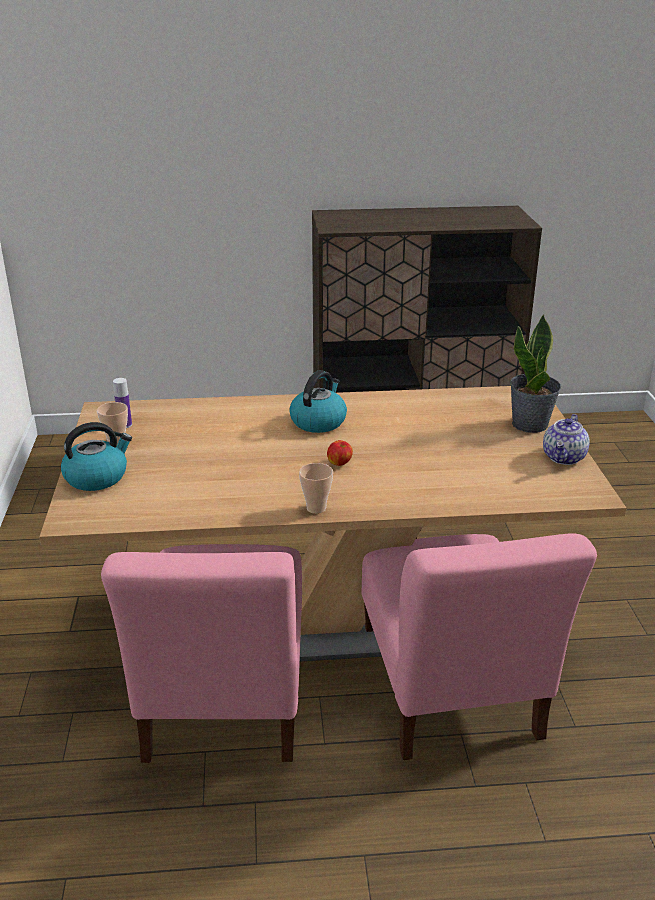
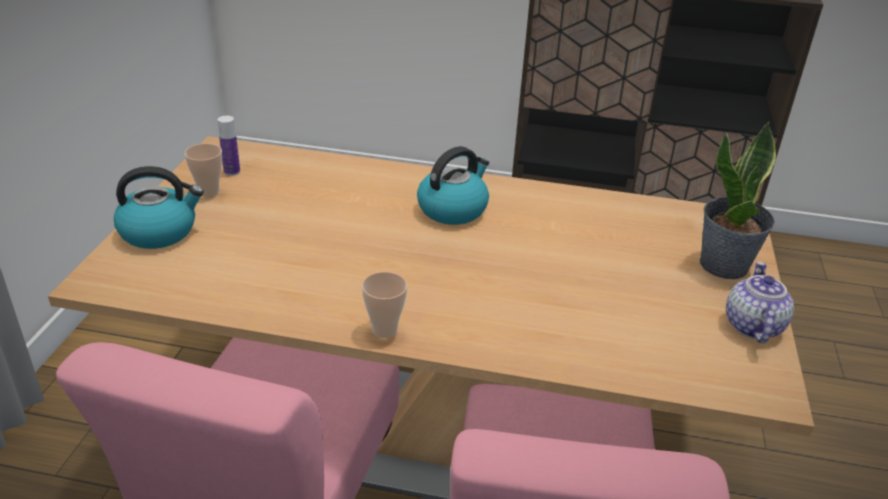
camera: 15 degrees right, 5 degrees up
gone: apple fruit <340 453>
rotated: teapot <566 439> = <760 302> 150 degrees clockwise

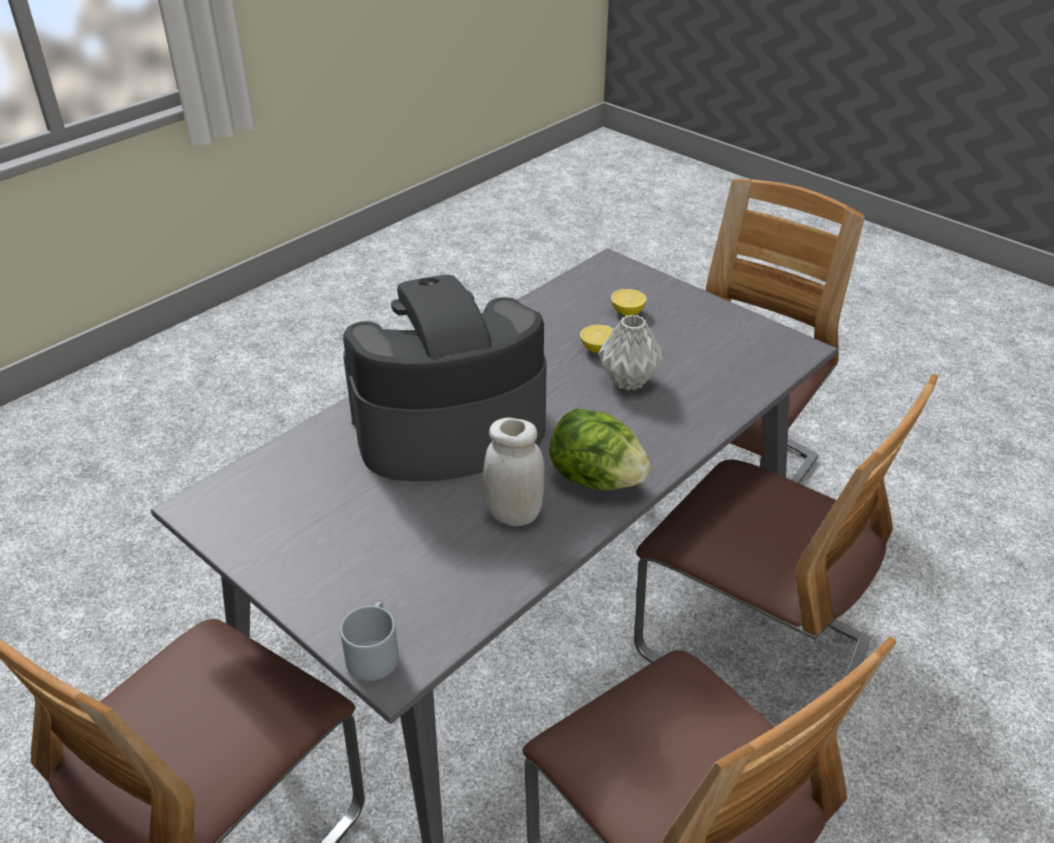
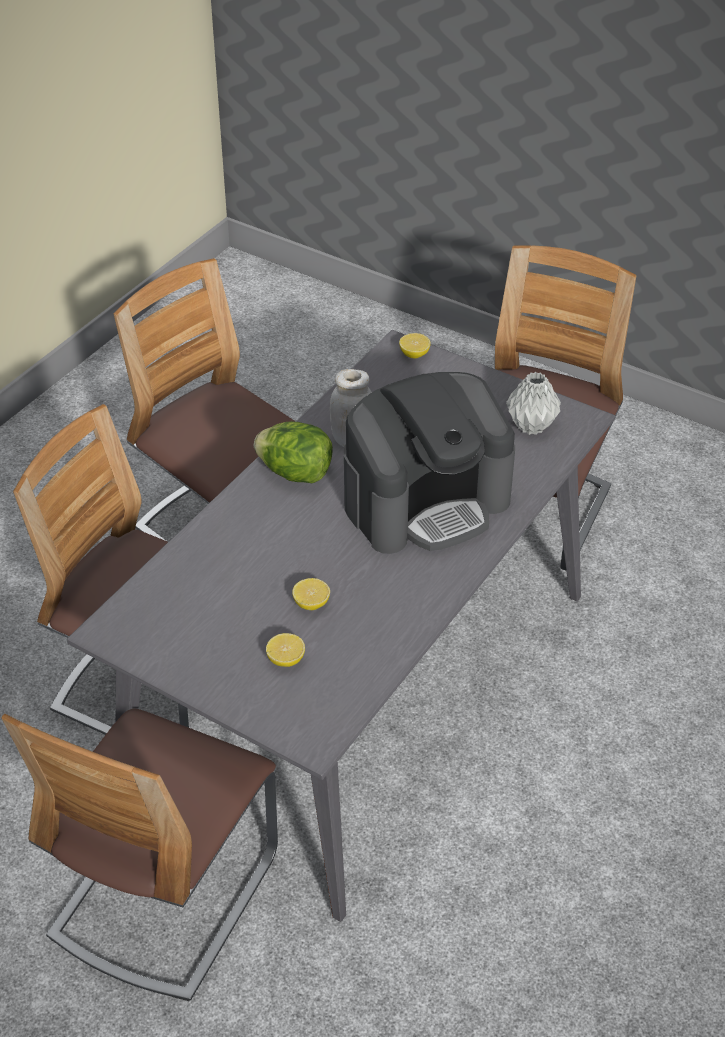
camera: 170 degrees right, 5 degrees up
shifted: grey decorative vase <630 352> to <533 403>
swapped: grey coffee mug <369 641> to lemon <415 345>

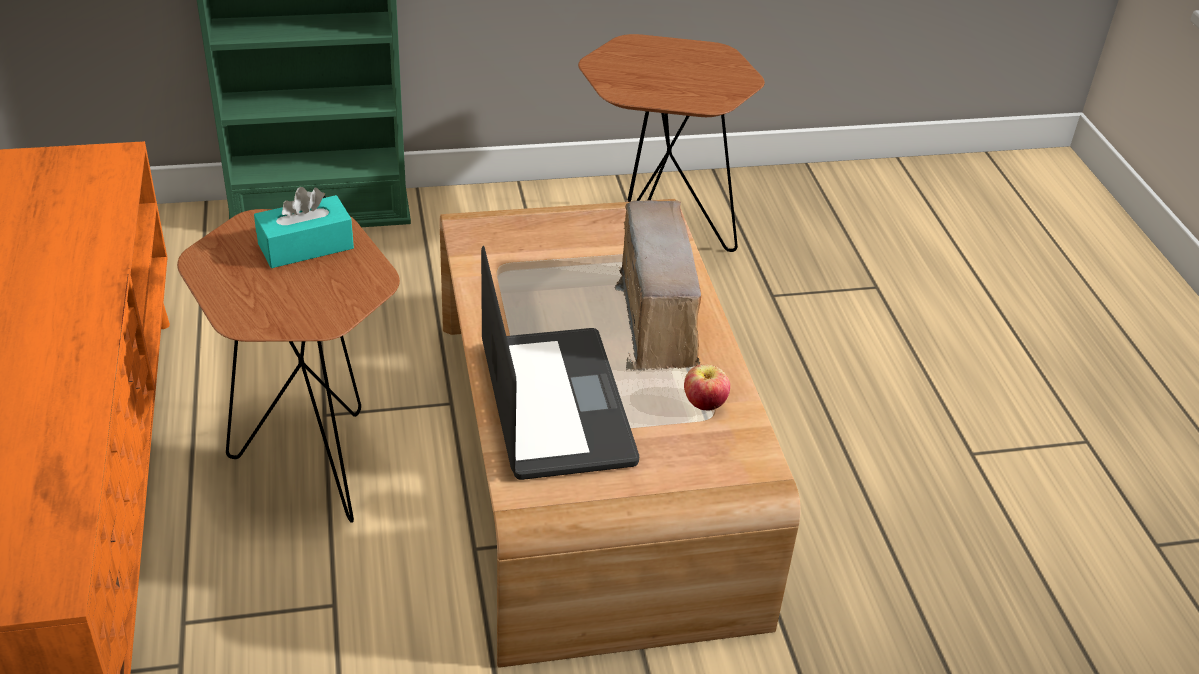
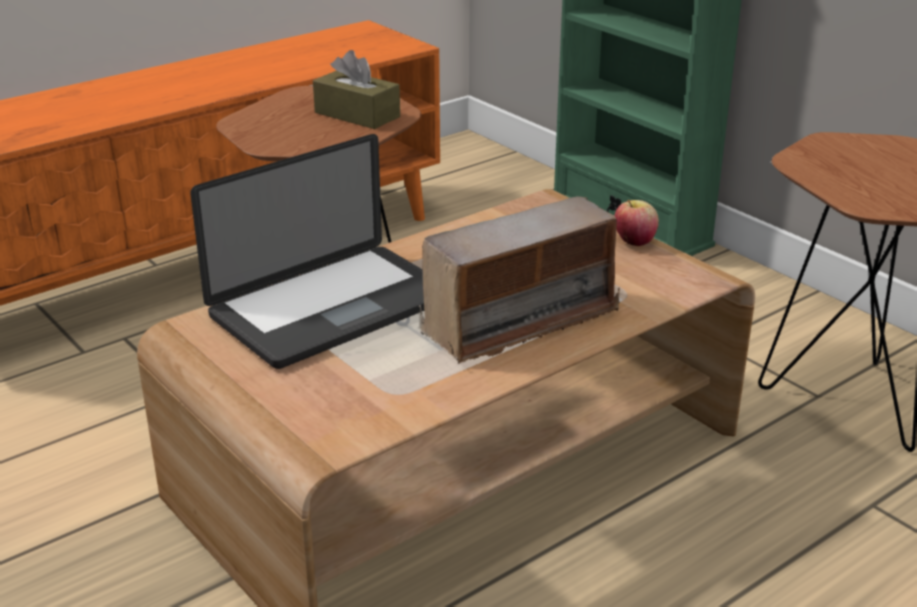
camera: 65 degrees right, 10 degrees down
shifted: apple fruit <707 387> to <636 223>
repainted: blue-green tissue box <304 227> to brownish tissue box <356 89>

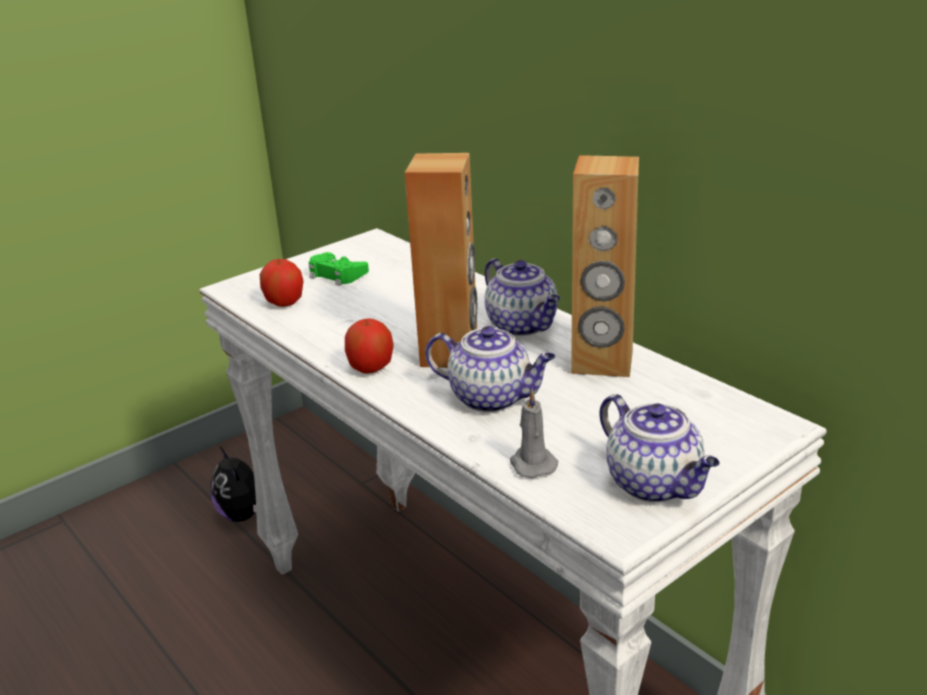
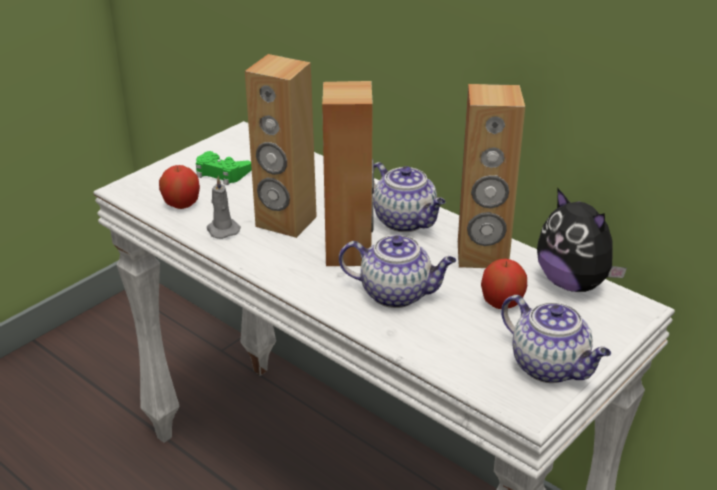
camera: 10 degrees left, 5 degrees up
new: brownish speaker <281 146>
shifted: grey wax candle <534 433> to <224 207>; apple fruit <369 346> to <504 284>; plush toy <233 484> to <582 240>

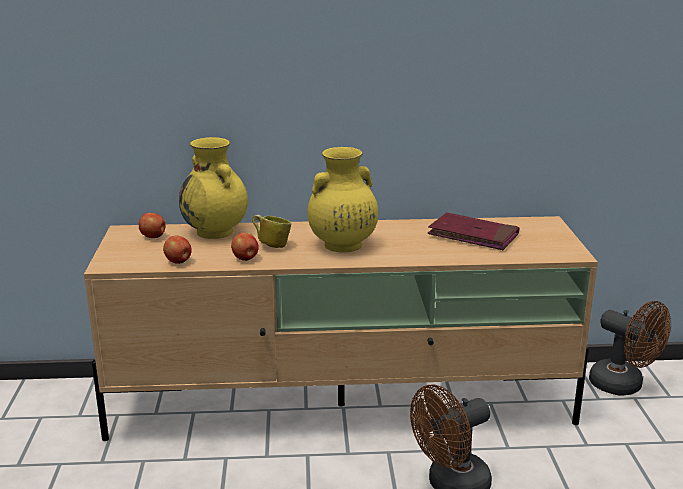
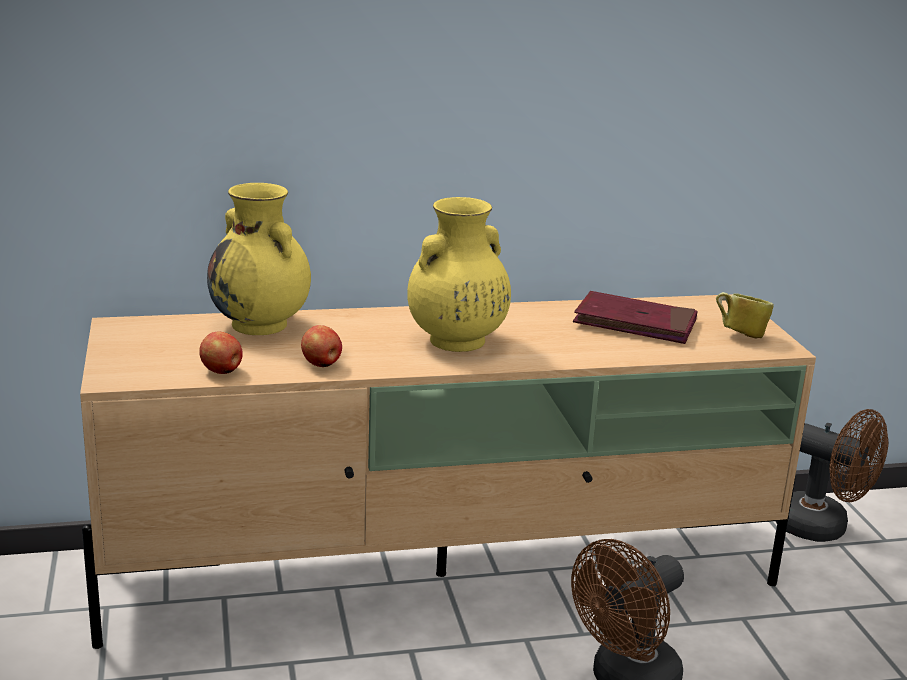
camera: 10 degrees left, 0 degrees up
gone: apple fruit <152 225>
shifted: coffee mug <271 231> to <745 315>

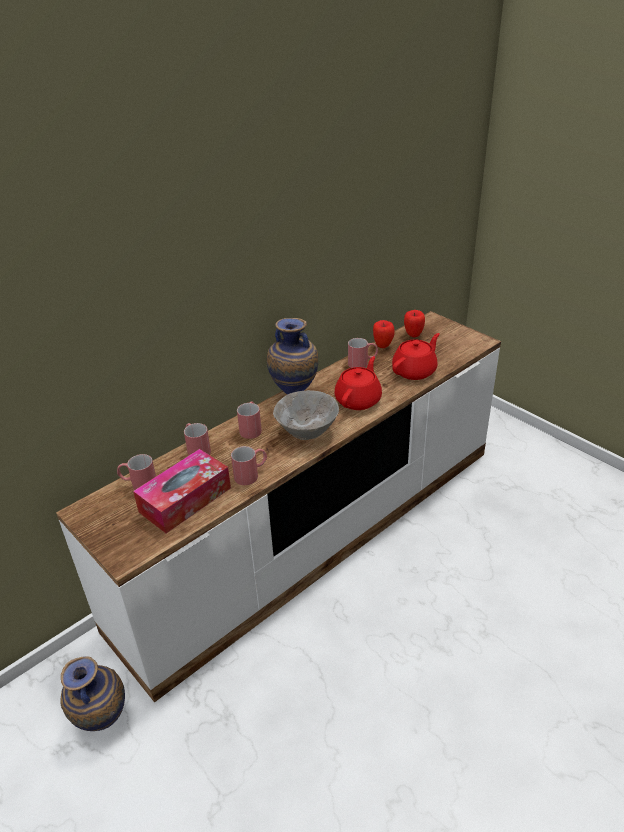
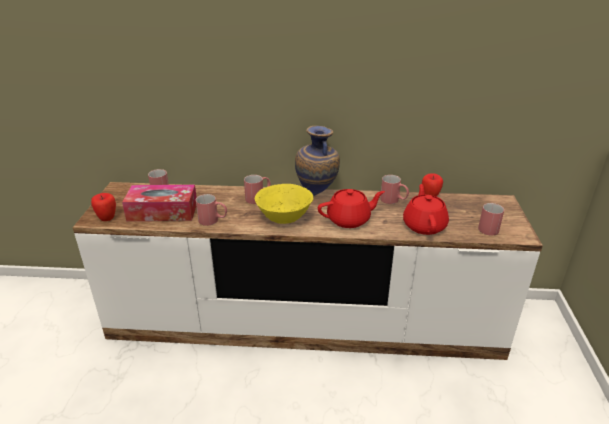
camera: 45 degrees right, 5 degrees down
gone: decorative vase <92 693>
shifted: apple fruit <414 323> to <103 207>; red-coloured coffee mug <197 439> to <491 219>
repainted: grey bowl <306 415> to yellowish bowl <284 204>
rotated: red-coloured teapot <416 356> = <426 209> 90 degrees counterclockwise

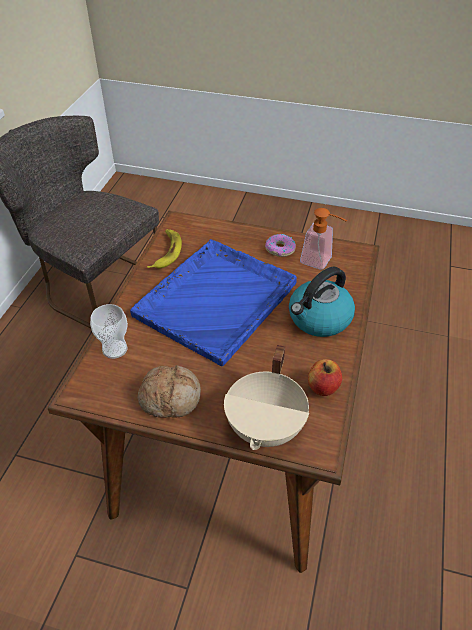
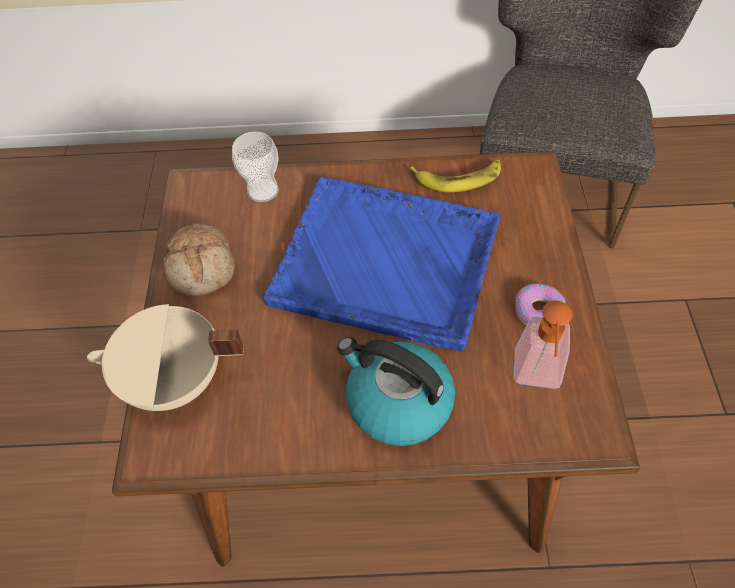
camera: 75 degrees right, 10 degrees up
gone: apple fruit <325 377>

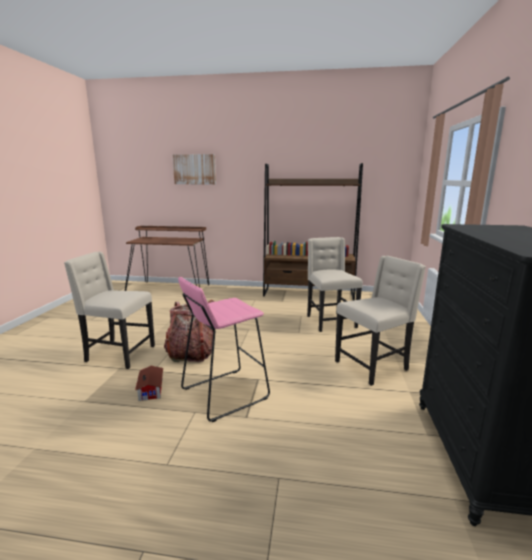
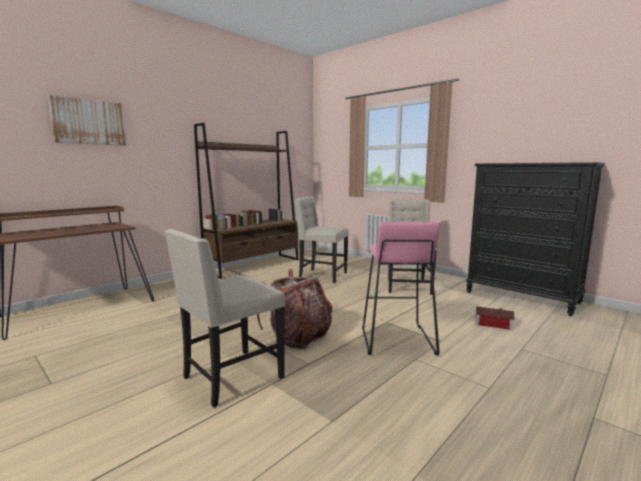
camera: 55 degrees left, 5 degrees down
shifted: miniature house <149 383> to <495 318>

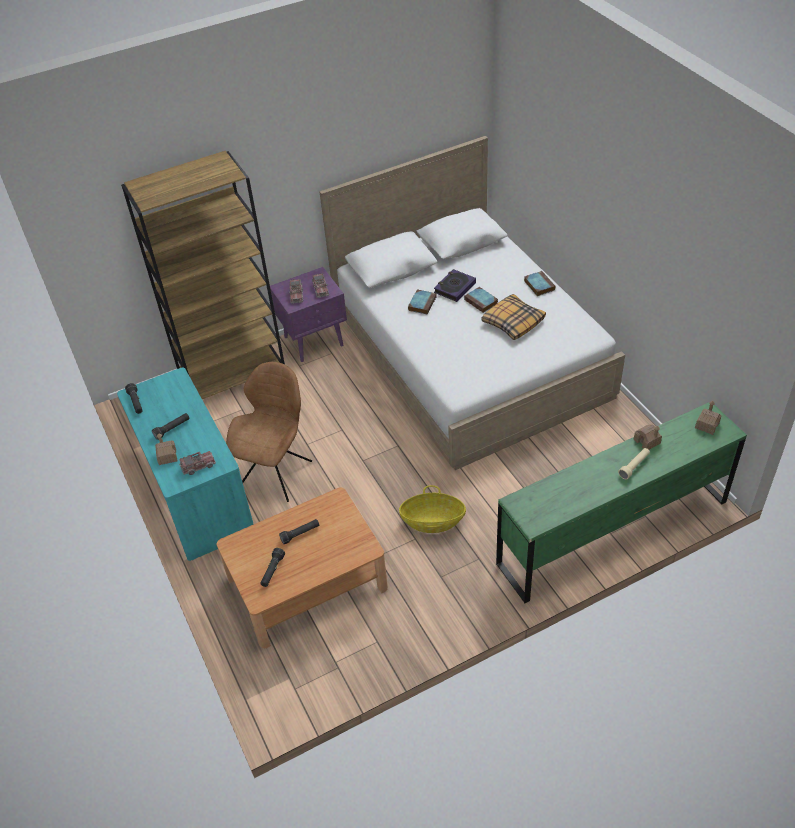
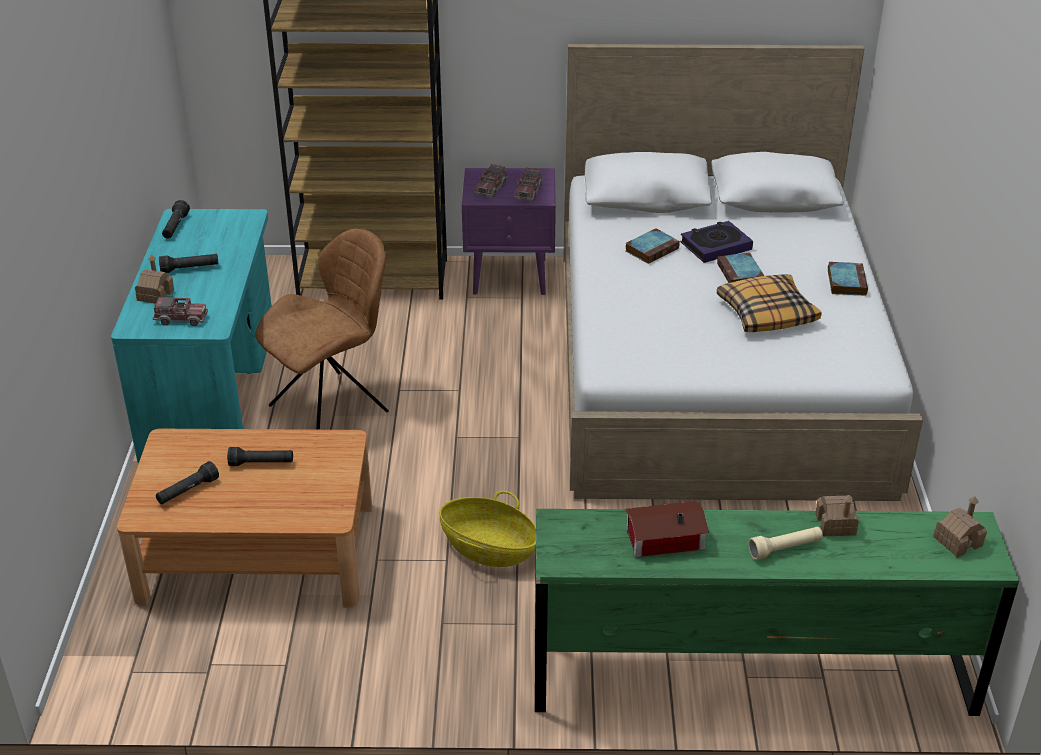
camera: 25 degrees right, 10 degrees down
new: miniature house <667 529>

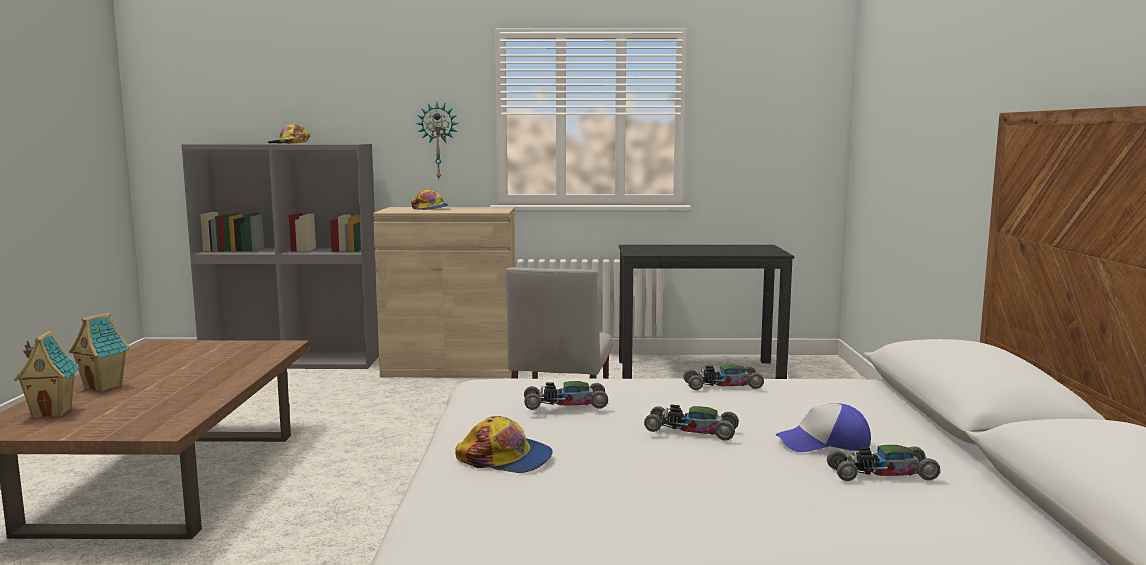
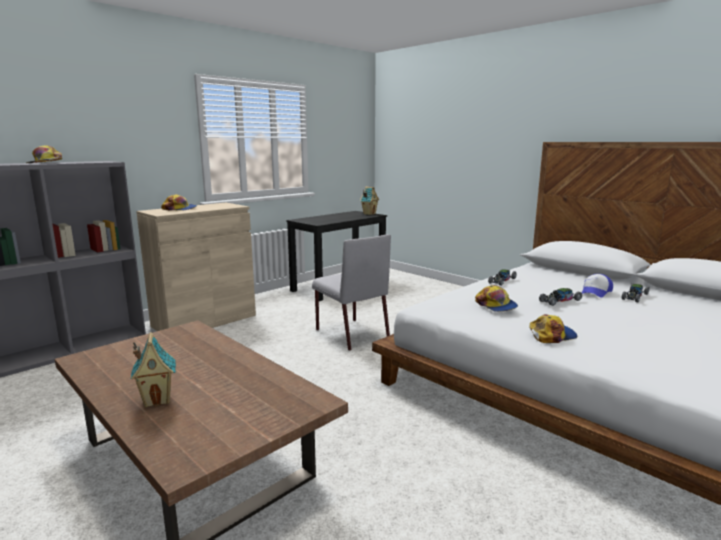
camera: 45 degrees left, 5 degrees up
gone: hanging clock <437 140>
shifted: miniature house <47 374> to <369 201>
swapped: model car <566 395> to cap <496 298>

